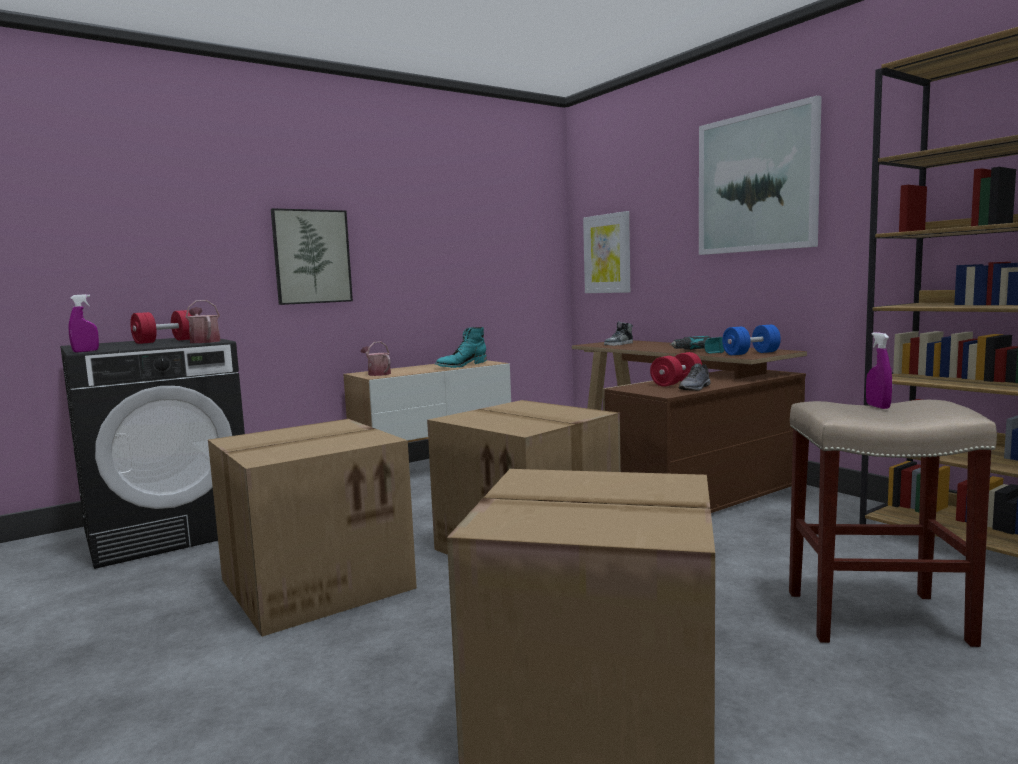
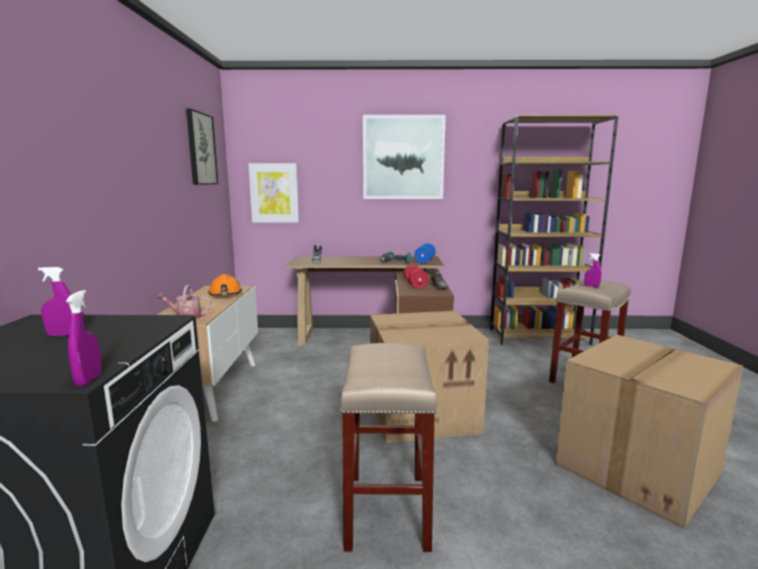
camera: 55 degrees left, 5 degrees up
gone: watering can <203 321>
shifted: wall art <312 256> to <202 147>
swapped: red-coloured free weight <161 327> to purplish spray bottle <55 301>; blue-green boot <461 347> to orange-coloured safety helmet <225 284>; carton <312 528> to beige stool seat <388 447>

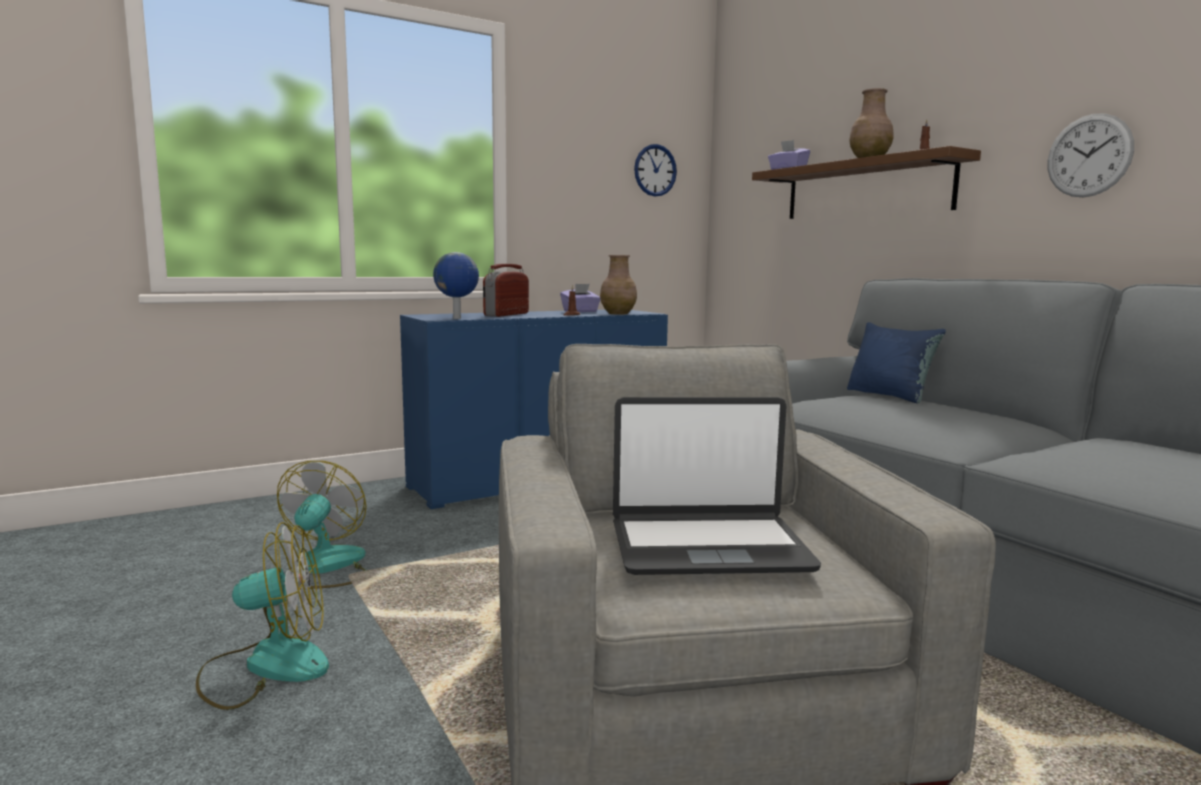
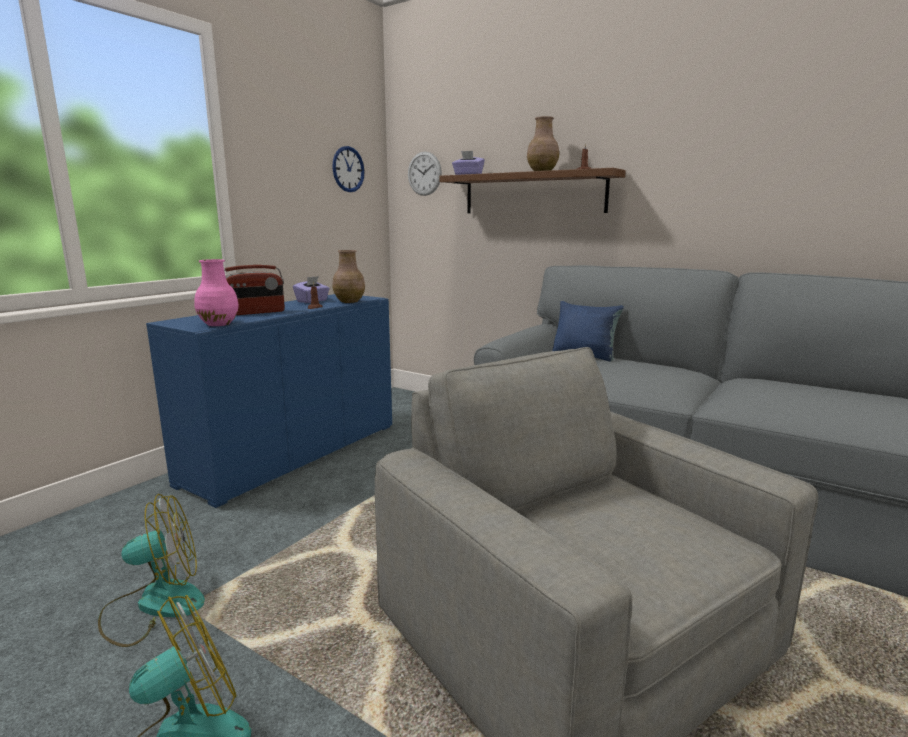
camera: 25 degrees left, 5 degrees up
gone: laptop <717 486>
shifted: hanging clock <1090 155> to <425 174>
swapped: globe <456 285> to pink-coloured decorative vase <216 292>
rotated: cooling fan <321 525> = <151 570> 90 degrees clockwise; radio <506 290> = <254 290> 120 degrees counterclockwise

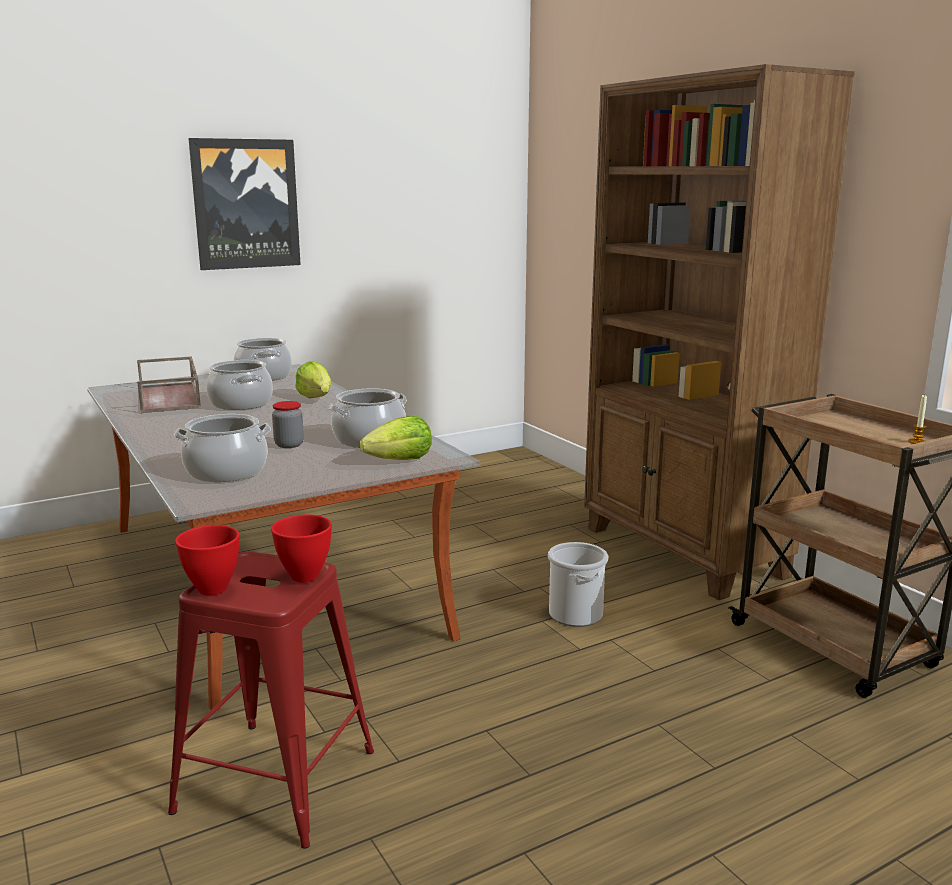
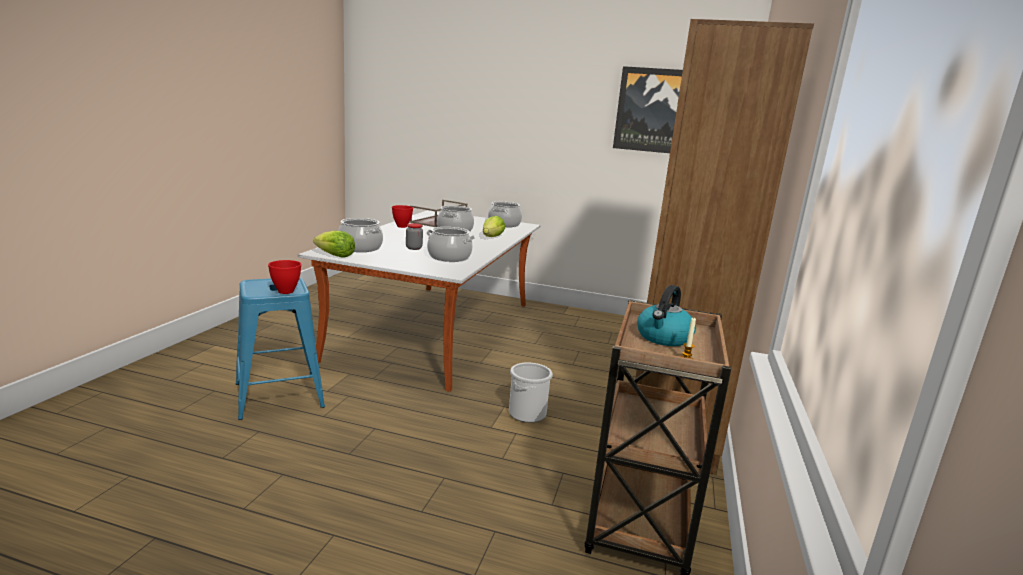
camera: 45 degrees right, 0 degrees up
new: kettle <666 315>
shifted: lettuce <396 438> to <334 244>; red-coloured bowl <207 560> to <402 216>; wall art <244 204> to <648 109>
repainted: red-coloured stool seat <271 700> to blue-coloured stool seat <280 349>

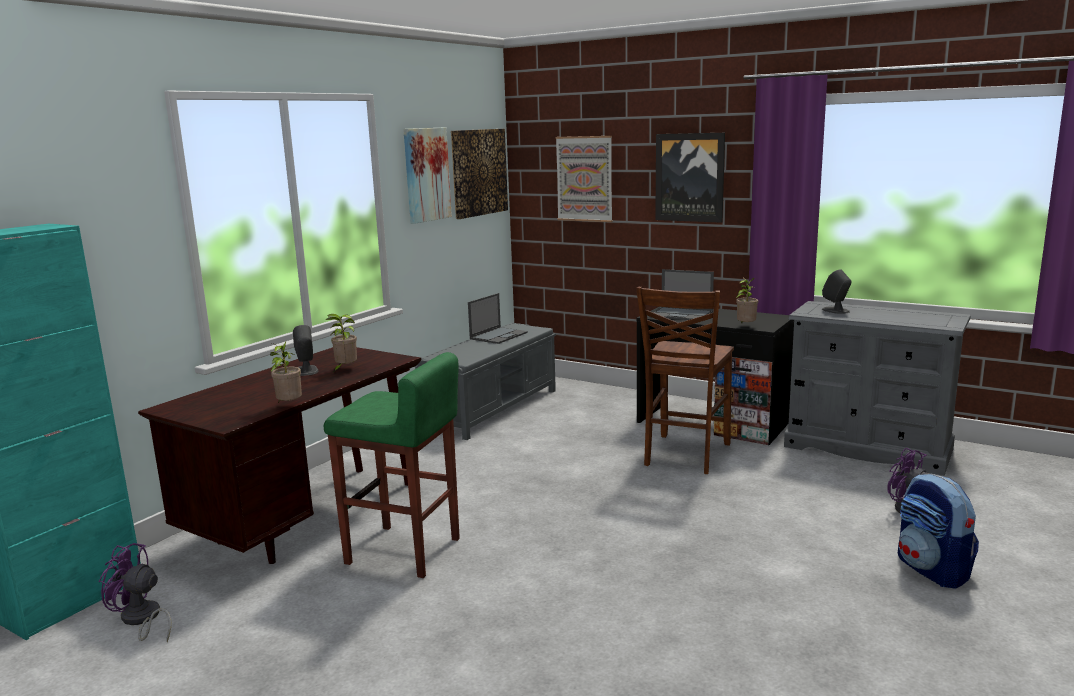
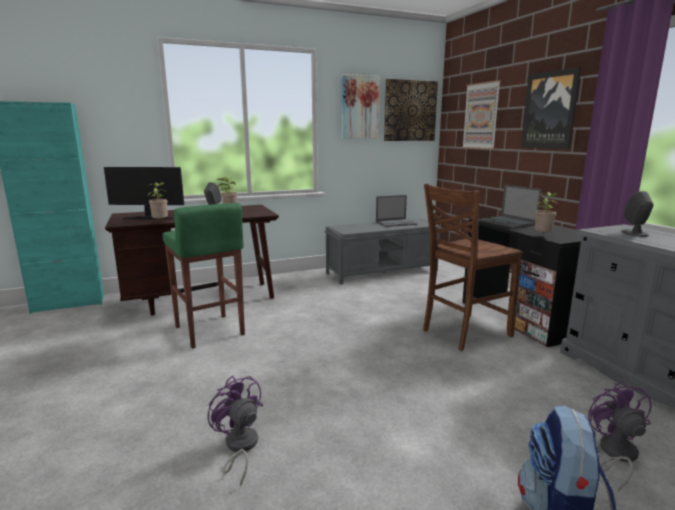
camera: 35 degrees right, 0 degrees up
new: computer display <144 193>
shifted: purplish cooling fan <135 592> to <235 431>

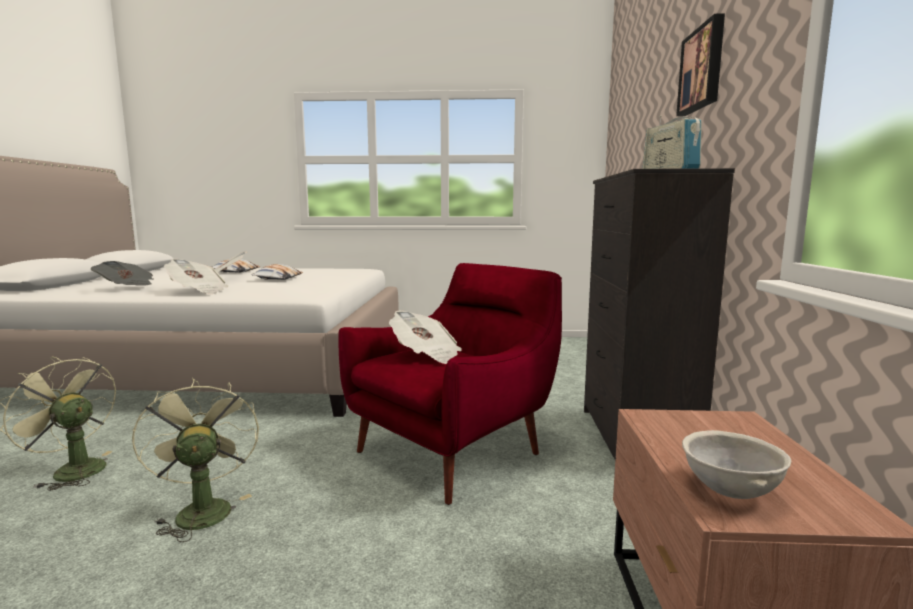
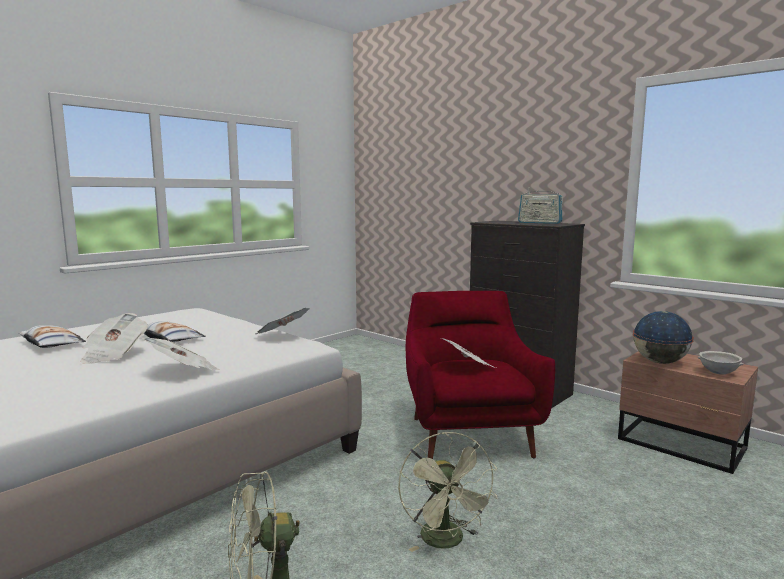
camera: 50 degrees left, 0 degrees up
gone: wall art <700 64>
new: globe <663 337>
shifted: newspaper <122 273> to <283 321>
rotated: green cooling fan <195 460> = <448 492> 120 degrees counterclockwise

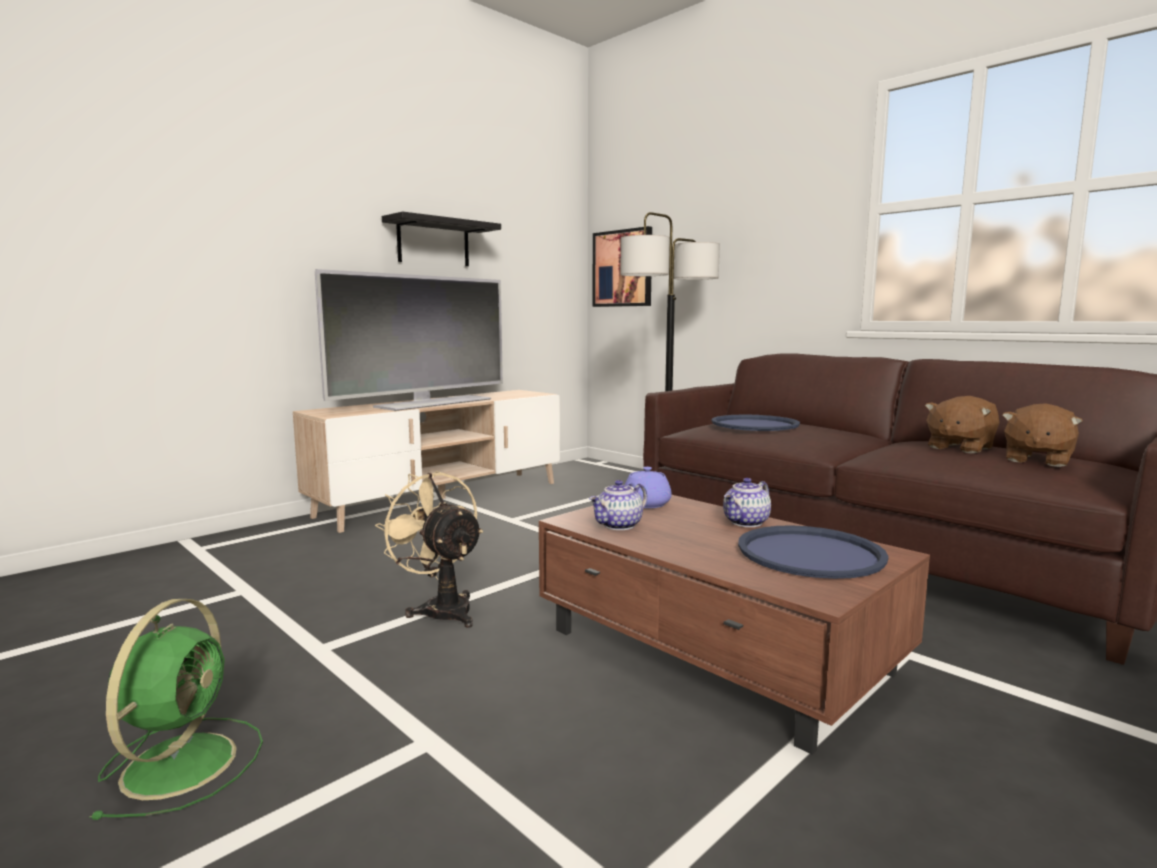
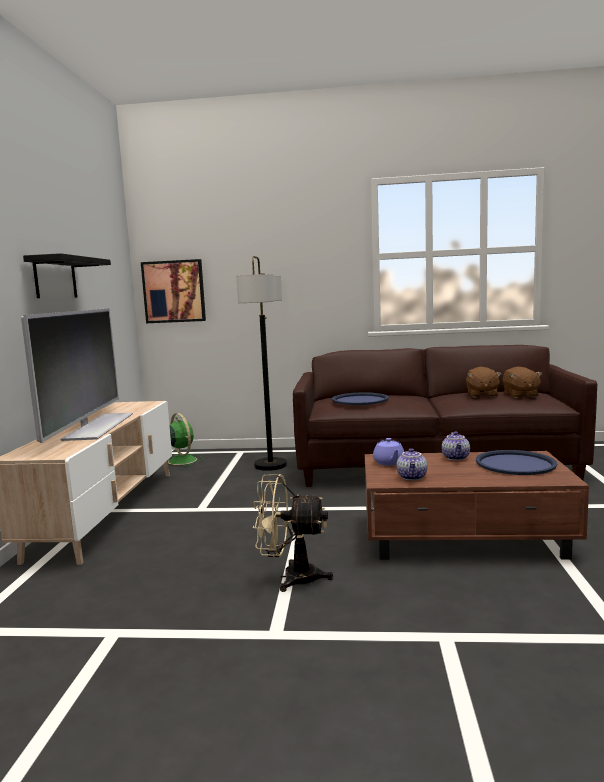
camera: 40 degrees left, 0 degrees up
shifted: green cooling fan <176 709> to <185 440>

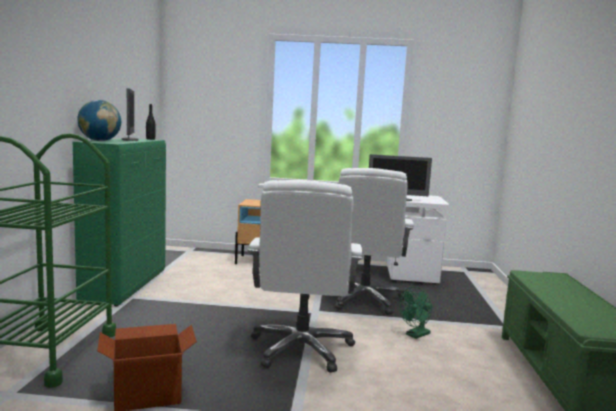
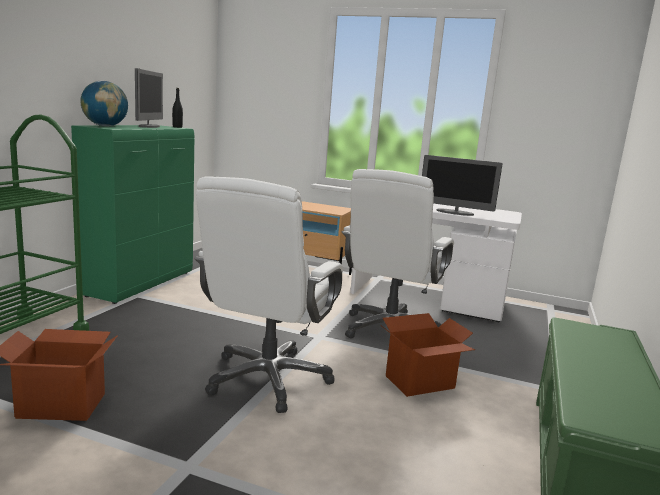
camera: 15 degrees right, 5 degrees up
swapped: green cooling fan <415 313> to carton <428 355>

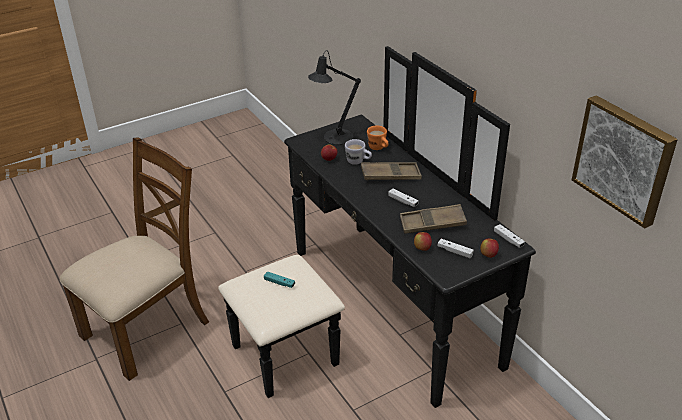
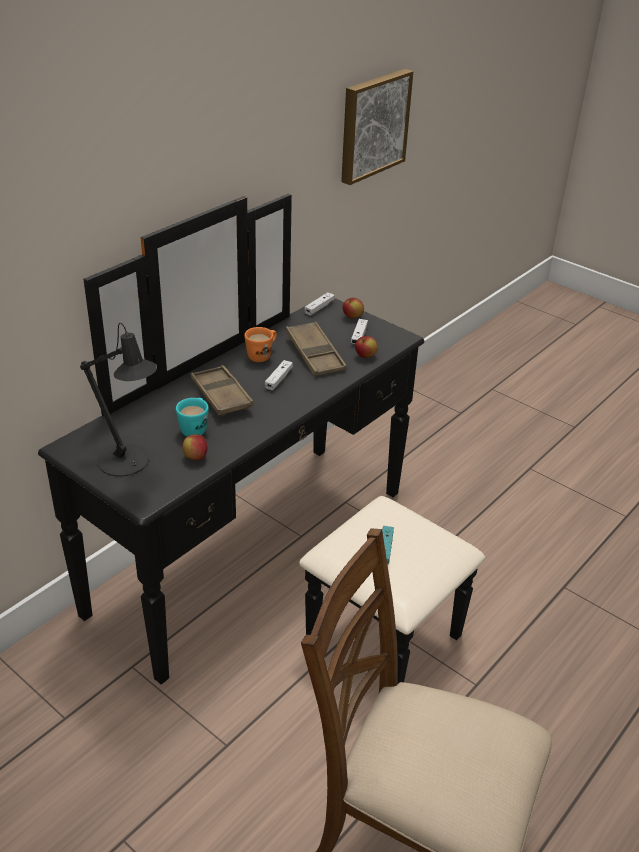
camera: 110 degrees left, 0 degrees up
shifted: orange-coloured coffee mug <378 138> to <260 344>
repainted: whitish coffee mug <358 152> to blue-green coffee mug <192 417>

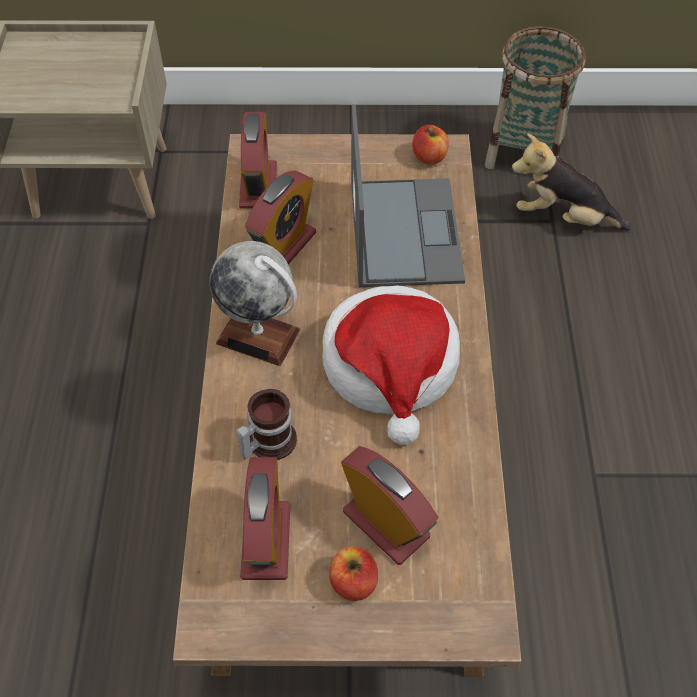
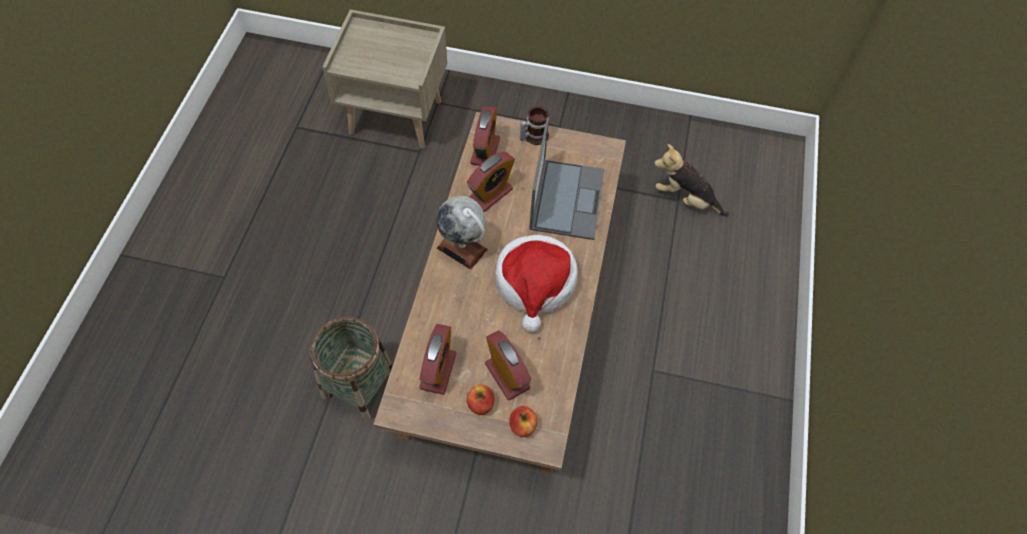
camera: 10 degrees right, 5 degrees up
shifted: household basket <535 97> to <351 369>; apple fruit <430 145> to <523 421>; coffee mug <266 424> to <534 125>

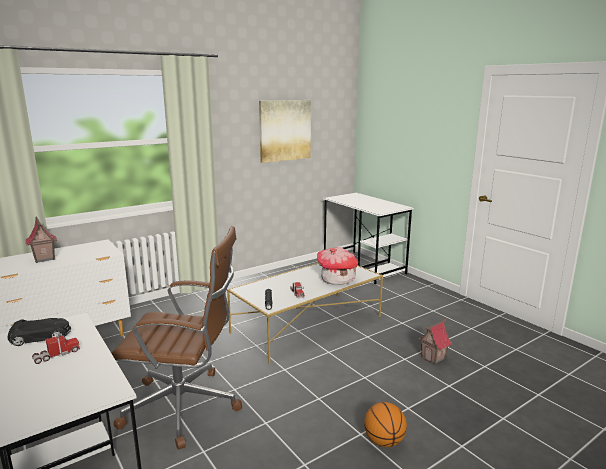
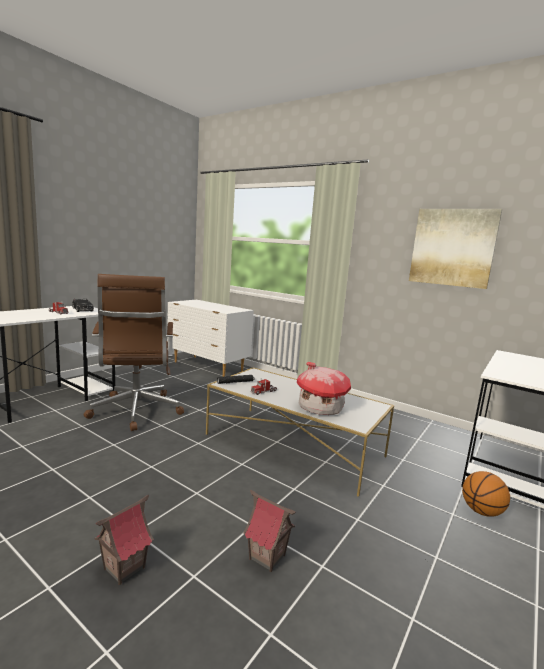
camera: 70 degrees right, 5 degrees down
shifted: miniature house <41 240> to <124 540>; basketball ball <385 424> to <486 494>

